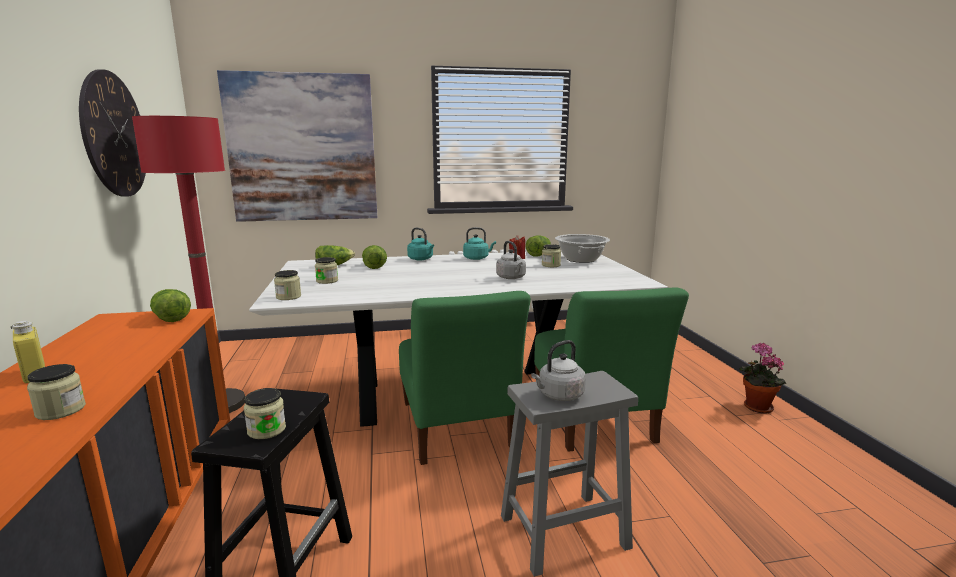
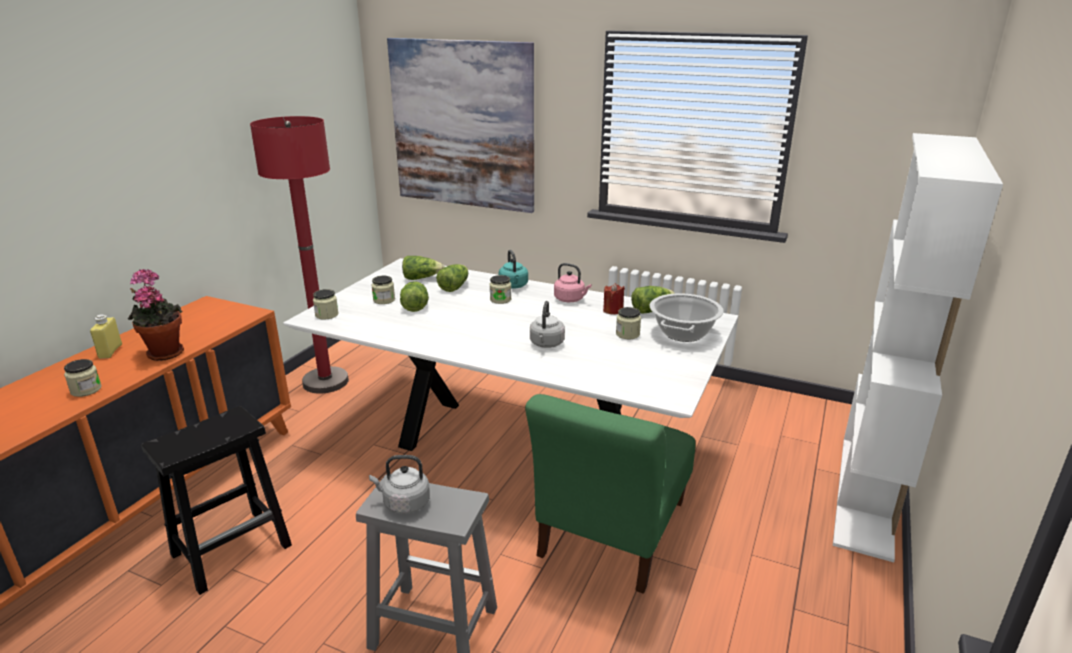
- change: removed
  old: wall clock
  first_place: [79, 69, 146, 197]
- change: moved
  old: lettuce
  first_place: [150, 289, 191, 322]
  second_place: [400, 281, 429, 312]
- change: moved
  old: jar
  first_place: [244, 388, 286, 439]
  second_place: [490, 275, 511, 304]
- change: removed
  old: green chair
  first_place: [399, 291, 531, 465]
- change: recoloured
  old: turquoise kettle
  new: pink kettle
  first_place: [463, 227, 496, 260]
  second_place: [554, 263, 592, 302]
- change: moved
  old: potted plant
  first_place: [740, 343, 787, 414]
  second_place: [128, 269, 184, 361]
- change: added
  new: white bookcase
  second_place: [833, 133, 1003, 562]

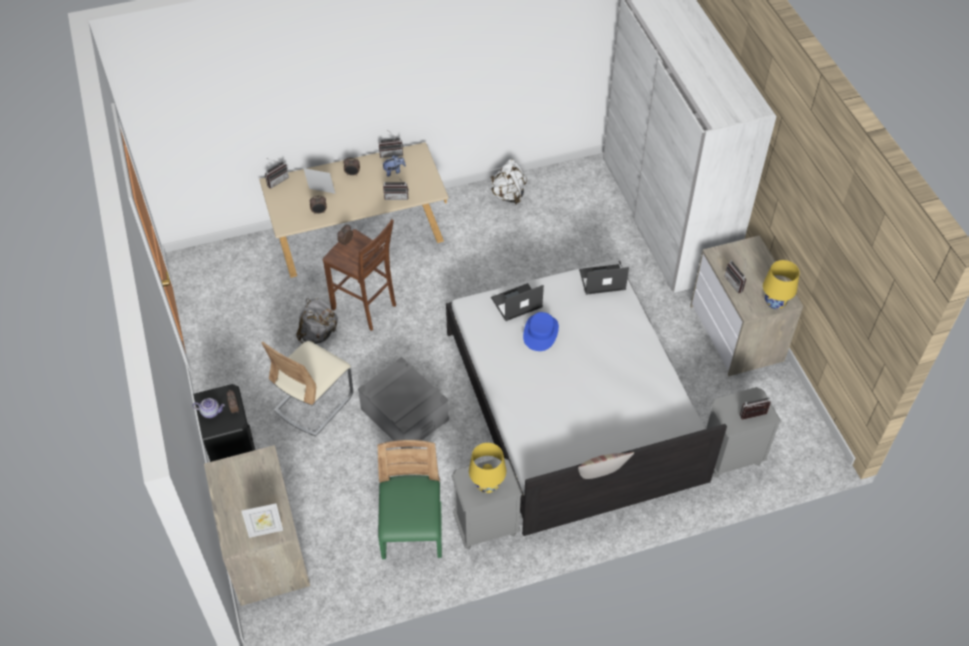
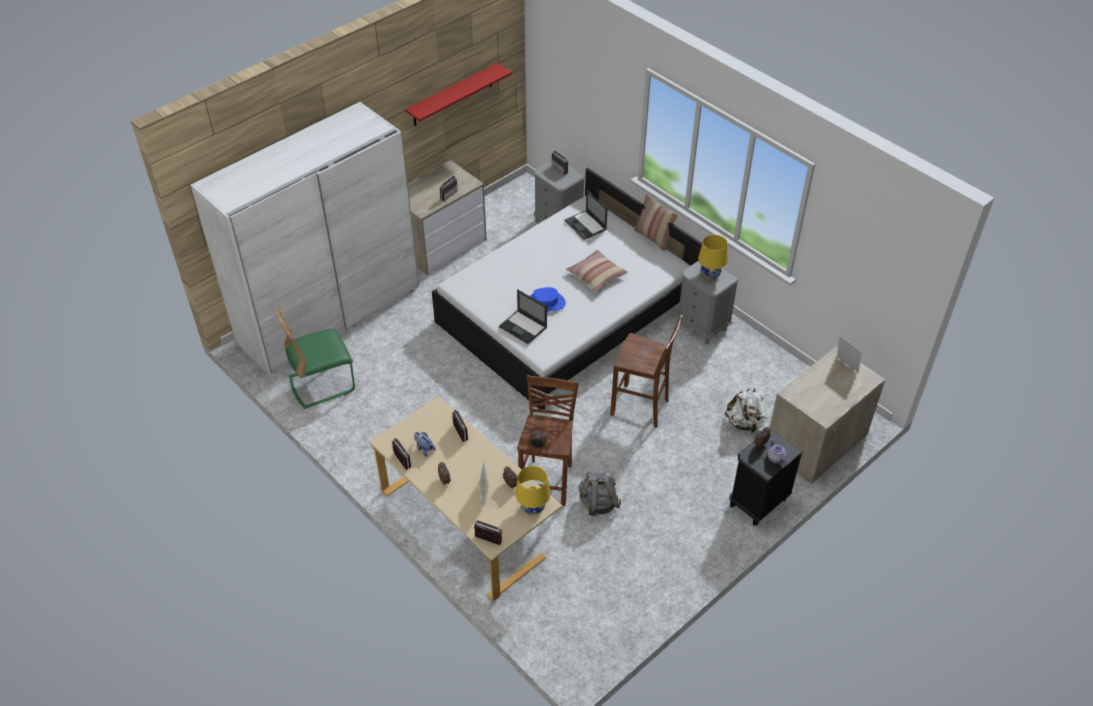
- change: removed
  old: beige chair
  first_place: [261, 341, 353, 436]
- change: replaced
  old: grey storage box
  new: brown stool
  first_place: [358, 357, 449, 449]
  second_place: [610, 315, 683, 428]
- change: moved
  old: green chair
  first_place: [378, 440, 442, 559]
  second_place: [276, 307, 355, 409]
- change: moved
  old: white backpack
  first_place: [489, 159, 527, 205]
  second_place: [725, 386, 767, 433]
- change: moved
  old: laptop
  first_place: [579, 264, 629, 295]
  second_place: [565, 190, 608, 240]
- change: moved
  old: yellow table lamp
  first_place: [763, 260, 800, 309]
  second_place: [515, 466, 550, 515]
- change: added
  new: red shelf
  second_place: [405, 63, 512, 126]
- change: added
  new: pillow
  second_place: [566, 250, 627, 293]

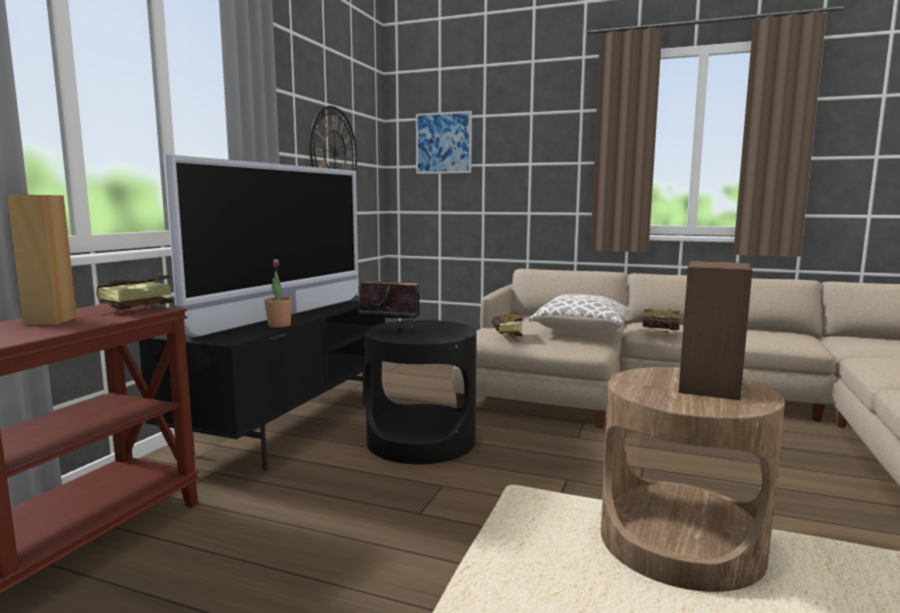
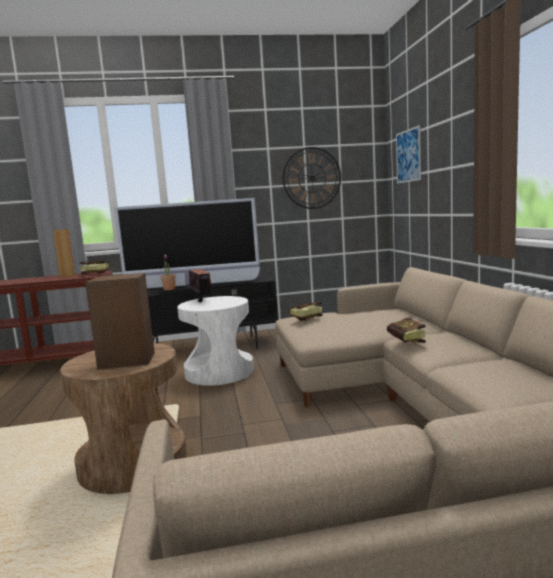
- change: recoloured
  old: black side table
  new: white side table
  first_place: [364, 320, 477, 464]
  second_place: [177, 296, 254, 386]
- change: removed
  old: pillow
  first_place: [529, 294, 630, 335]

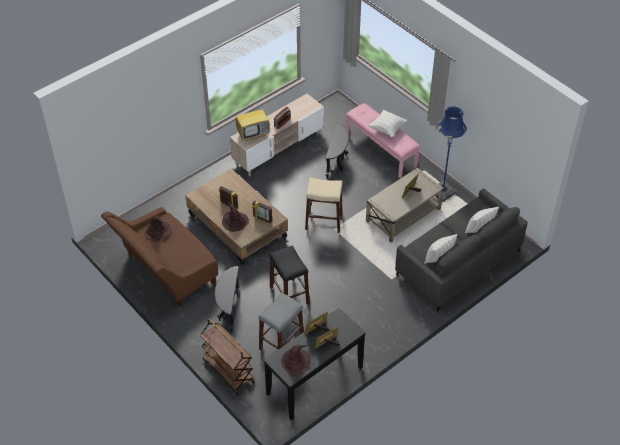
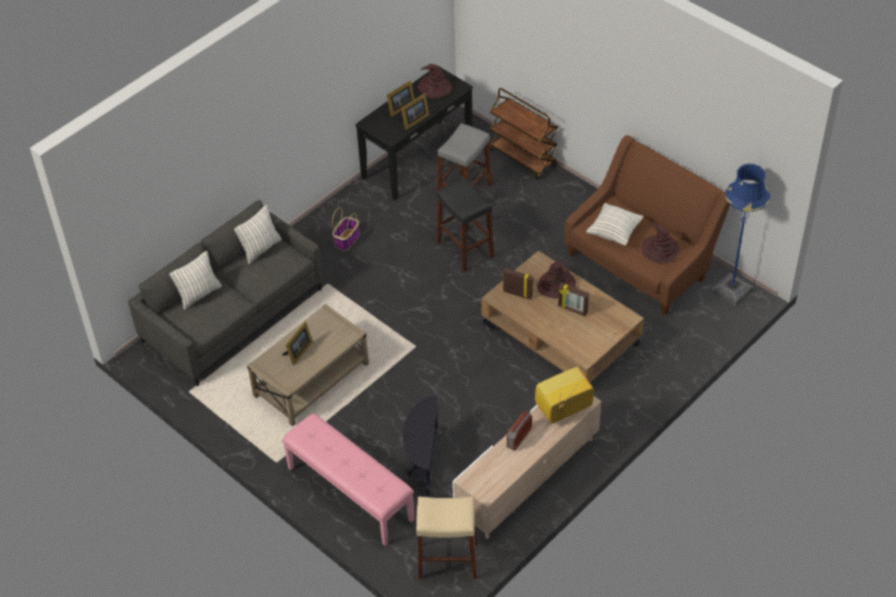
- change: removed
  old: black side table
  first_place: [215, 266, 240, 332]
- change: moved
  old: beige stool
  first_place: [305, 178, 343, 233]
  second_place: [416, 496, 477, 579]
- change: moved
  old: pillow
  first_place: [369, 110, 407, 137]
  second_place: [586, 203, 644, 246]
- change: moved
  old: blue floor lamp
  first_place: [436, 106, 467, 202]
  second_place: [711, 164, 770, 306]
- change: added
  new: basket
  second_place: [332, 207, 360, 251]

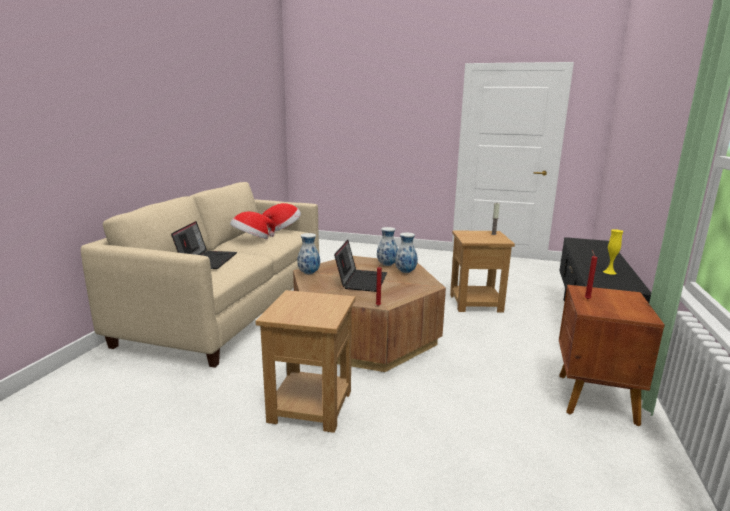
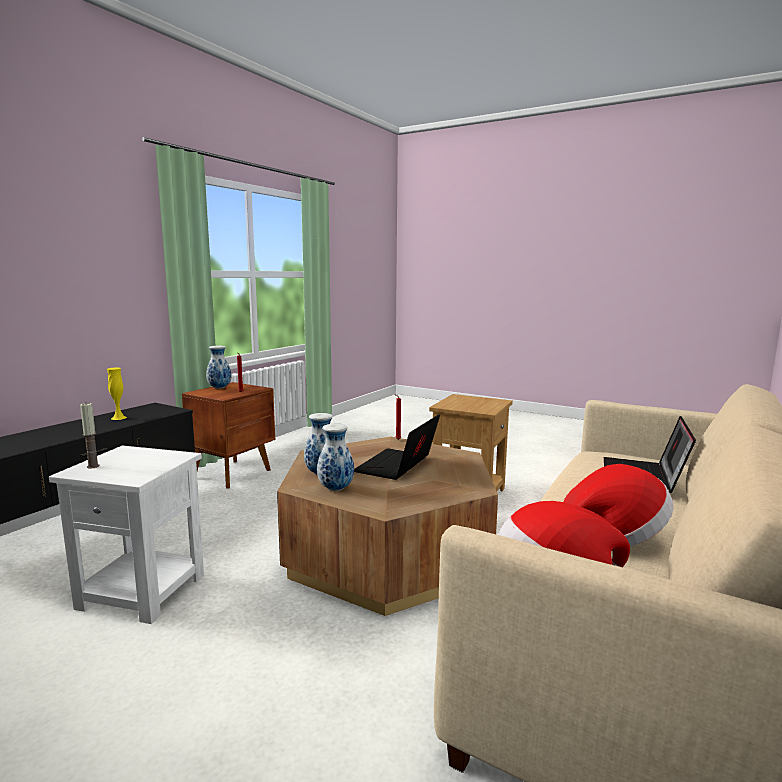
- change: moved
  old: vase
  first_place: [297, 233, 320, 274]
  second_place: [206, 346, 231, 389]
- change: recoloured
  old: brown side table
  new: white side table
  first_place: [450, 230, 515, 312]
  second_place: [49, 446, 204, 624]

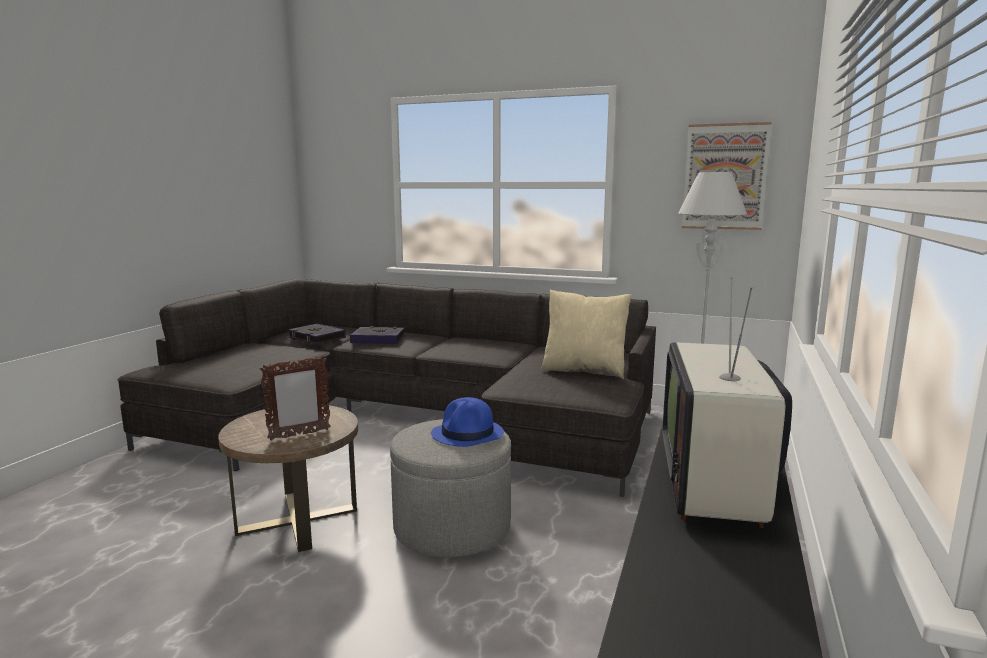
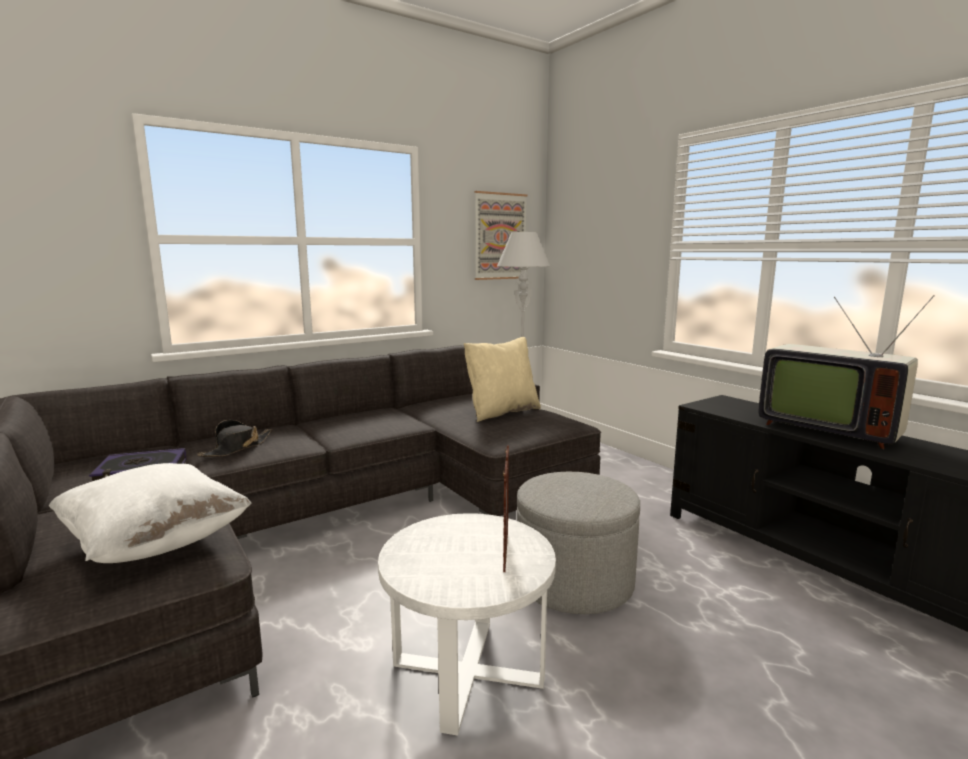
- change: recoloured
  old: brown side table
  new: white side table
  first_place: [219, 405, 358, 552]
  second_place: [378, 513, 556, 736]
- change: replaced
  old: book
  new: black hat
  first_place: [350, 326, 405, 344]
  second_place: [197, 420, 272, 457]
- change: removed
  old: blue hat
  first_place: [431, 397, 504, 447]
- change: added
  new: white pillow
  second_place: [49, 463, 252, 563]

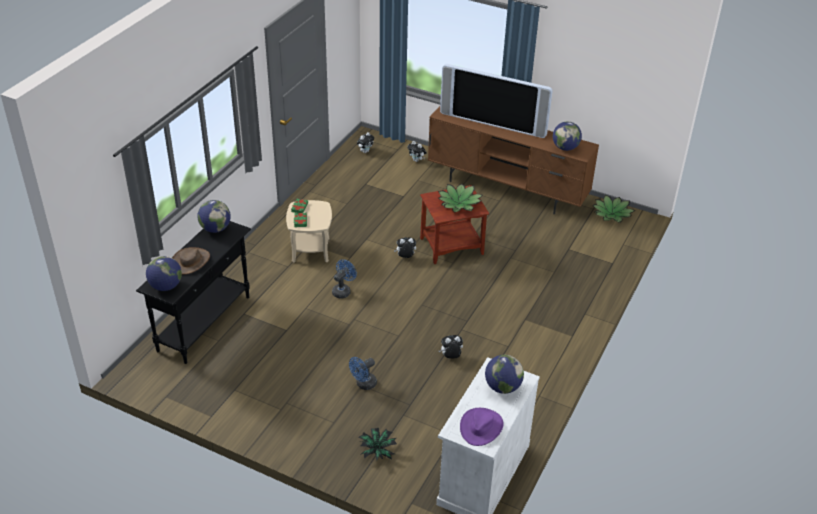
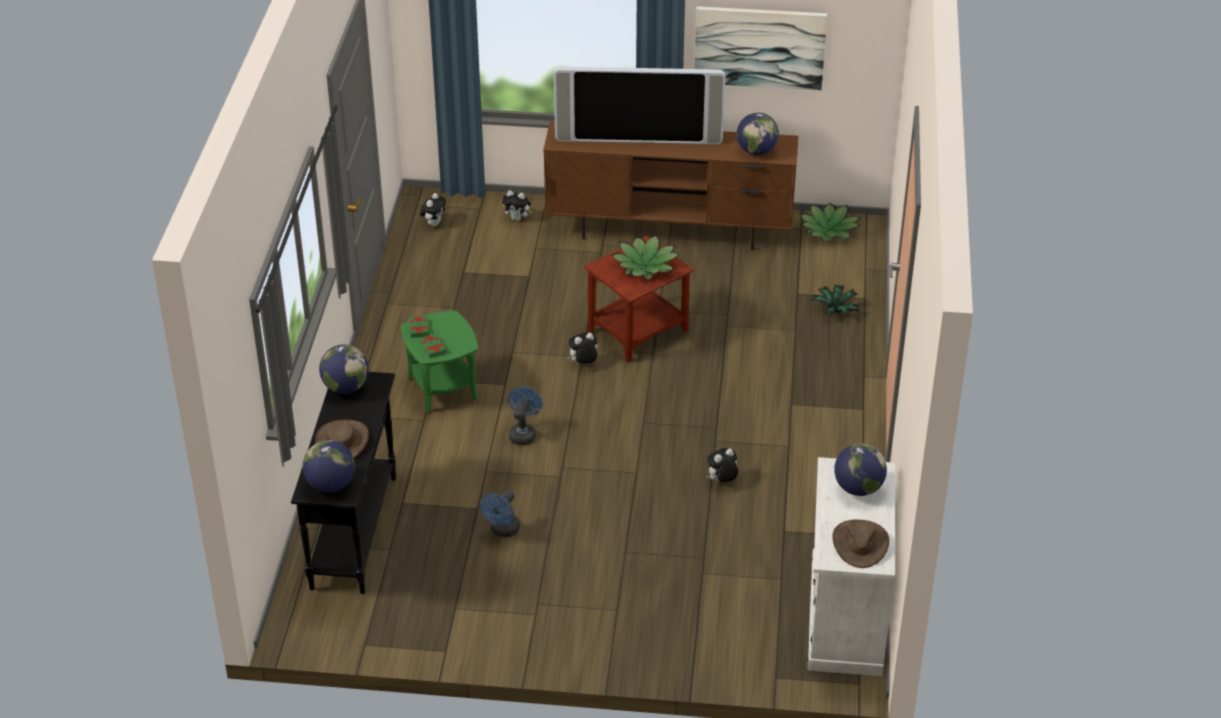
- change: recoloured
  old: beige side table
  new: green side table
  first_place: [286, 200, 332, 263]
  second_place: [401, 311, 478, 413]
- change: moved
  old: blue fan
  first_place: [349, 357, 377, 390]
  second_place: [480, 490, 520, 537]
- change: moved
  old: potted plant
  first_place: [359, 428, 397, 460]
  second_place: [811, 285, 860, 317]
- change: recoloured
  old: purple hat
  new: brown hat
  first_place: [460, 408, 504, 446]
  second_place: [832, 520, 889, 568]
- change: added
  new: picture
  second_place: [694, 6, 827, 90]

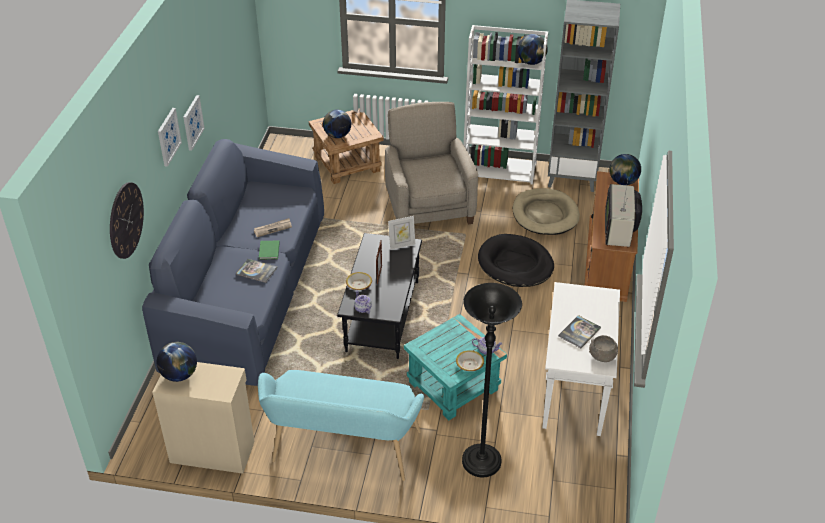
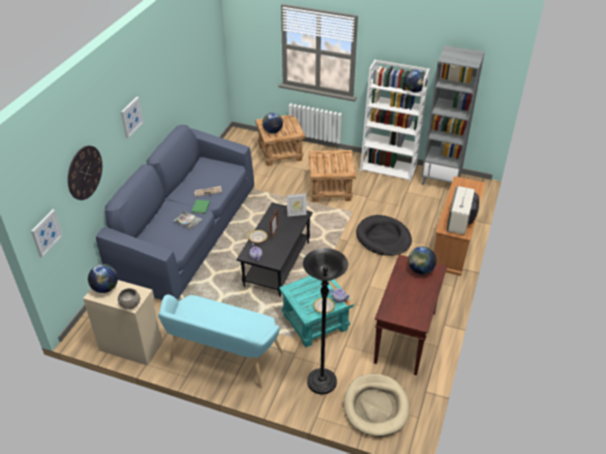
- change: moved
  old: picture
  first_place: [183, 95, 205, 151]
  second_place: [31, 209, 63, 257]
- change: replaced
  old: beige armchair
  new: brown side table
  first_place: [385, 102, 478, 224]
  second_place: [309, 150, 356, 202]
- change: moved
  old: beige dog bed
  first_place: [513, 188, 580, 235]
  second_place: [344, 374, 410, 437]
- change: recoloured
  old: white console table
  new: brown console table
  first_place: [542, 282, 620, 436]
  second_place: [374, 255, 447, 375]
- change: removed
  old: book
  first_place: [558, 315, 601, 348]
- change: moved
  old: grey bowl
  first_place: [589, 335, 618, 362]
  second_place: [118, 288, 141, 309]
- change: moved
  old: globe
  first_place: [609, 154, 641, 185]
  second_place: [408, 246, 436, 275]

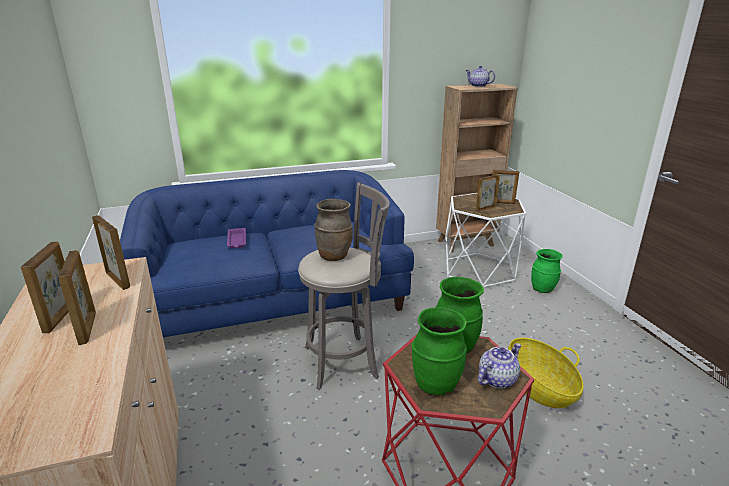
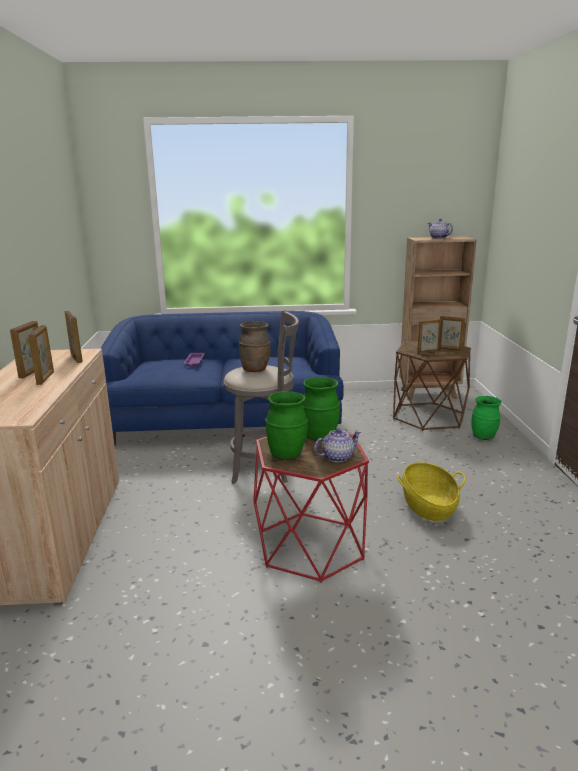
- change: recoloured
  old: white side table
  new: brown side table
  first_place: [445, 193, 526, 288]
  second_place: [393, 341, 471, 431]

